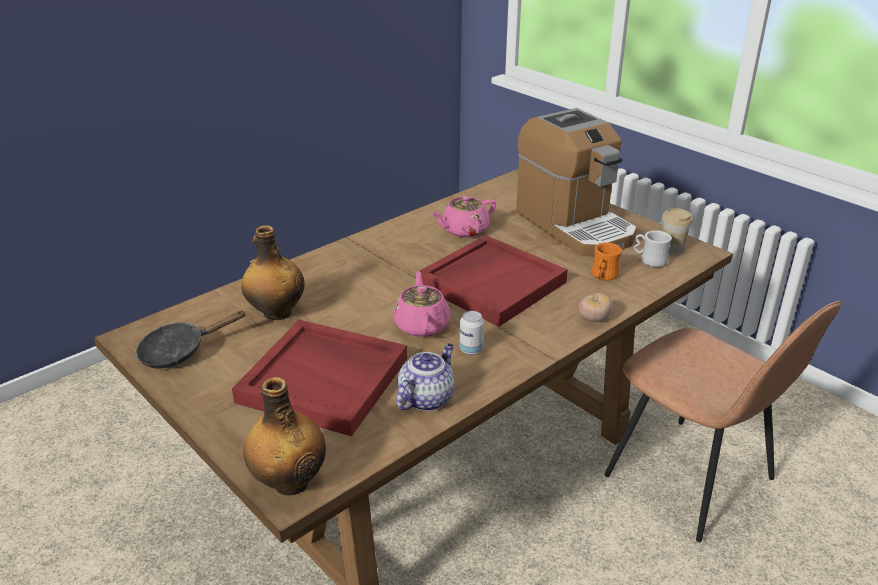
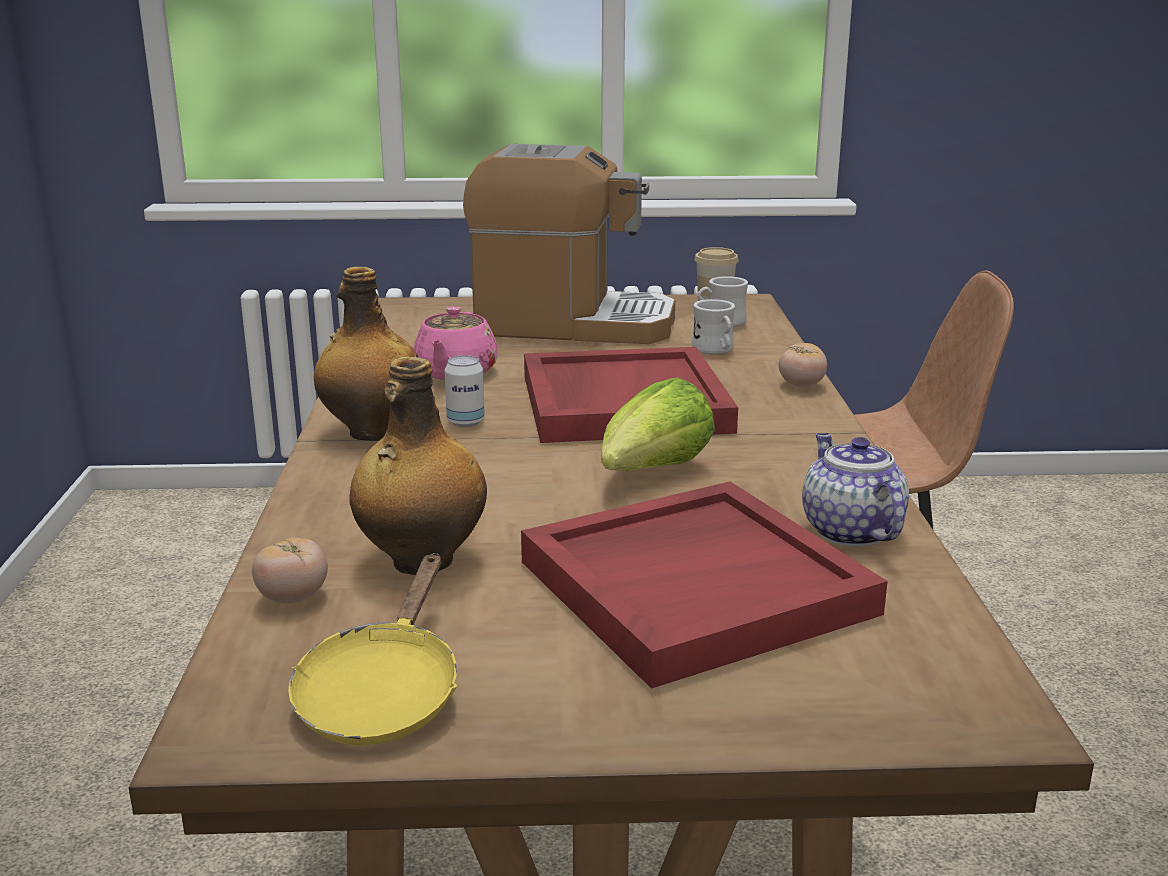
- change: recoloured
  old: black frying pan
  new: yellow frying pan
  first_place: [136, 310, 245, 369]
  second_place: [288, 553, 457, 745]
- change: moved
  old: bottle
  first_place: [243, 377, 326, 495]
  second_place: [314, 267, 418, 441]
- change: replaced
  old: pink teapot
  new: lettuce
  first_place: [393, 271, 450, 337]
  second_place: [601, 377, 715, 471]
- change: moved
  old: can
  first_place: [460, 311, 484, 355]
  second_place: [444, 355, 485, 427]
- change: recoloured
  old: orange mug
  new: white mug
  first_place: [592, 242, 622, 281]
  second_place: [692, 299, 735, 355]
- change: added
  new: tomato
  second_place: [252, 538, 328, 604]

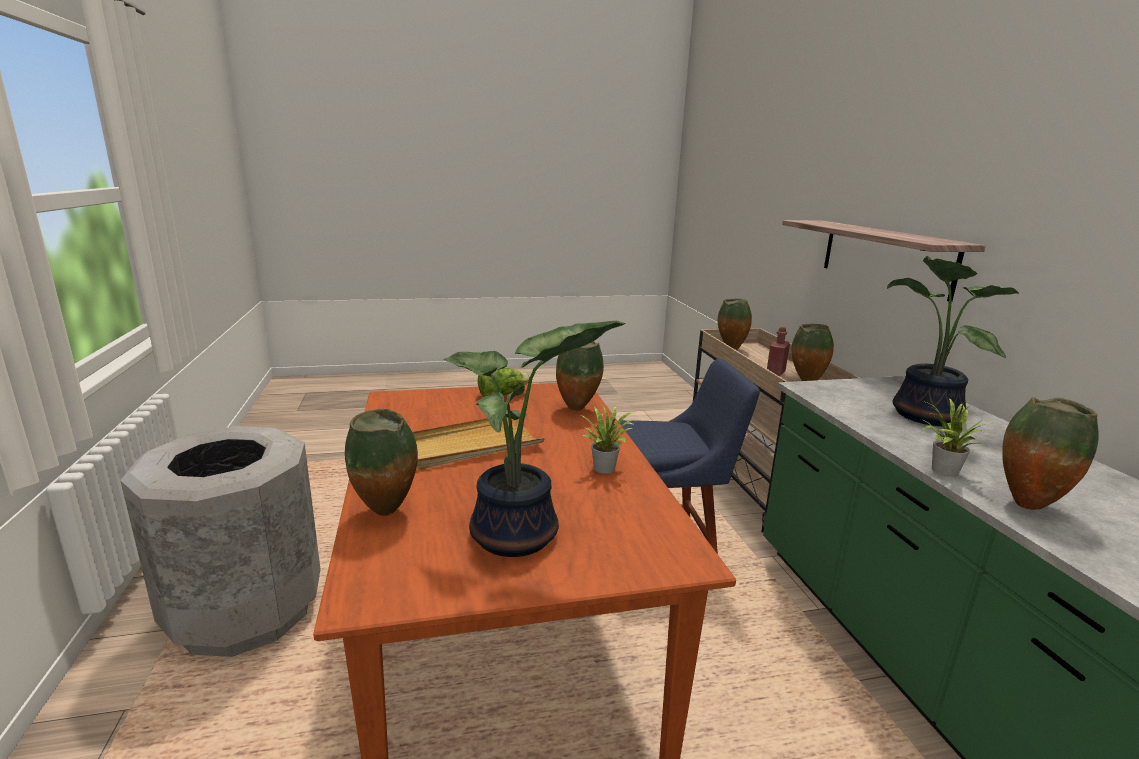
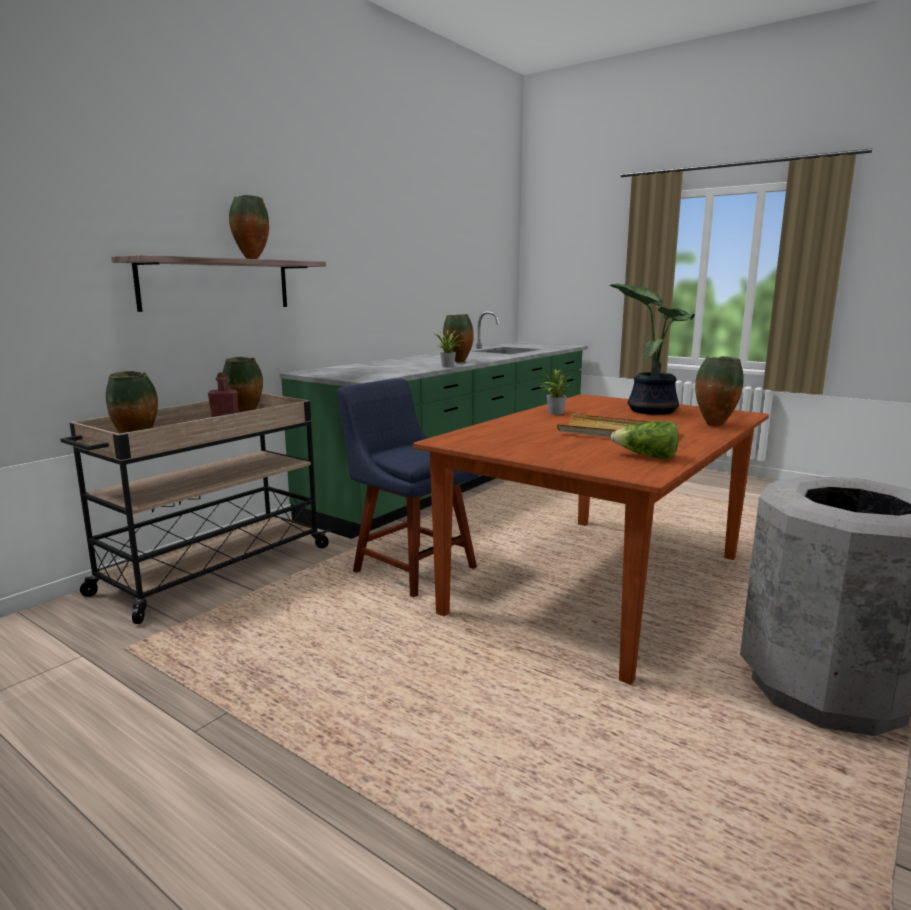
- change: moved
  old: lettuce
  first_place: [478, 368, 530, 397]
  second_place: [611, 421, 679, 459]
- change: moved
  old: vase
  first_place: [556, 341, 604, 411]
  second_place: [229, 195, 269, 259]
- change: removed
  old: potted plant
  first_place: [887, 256, 1019, 426]

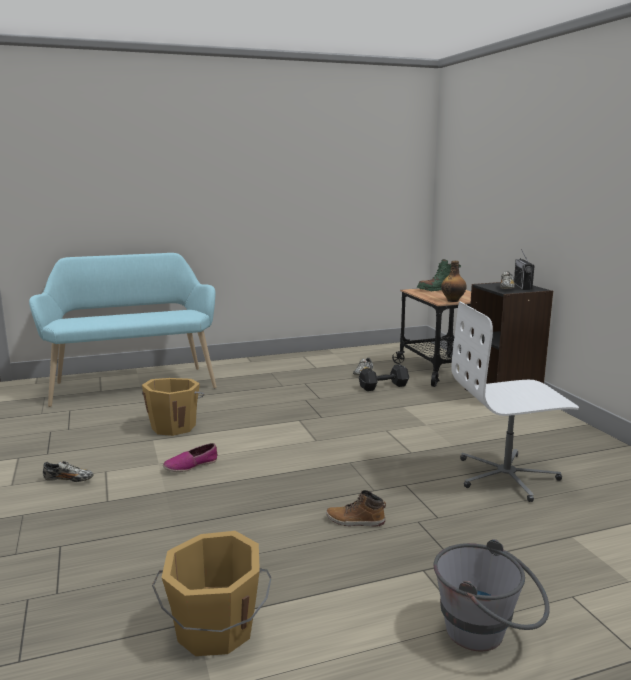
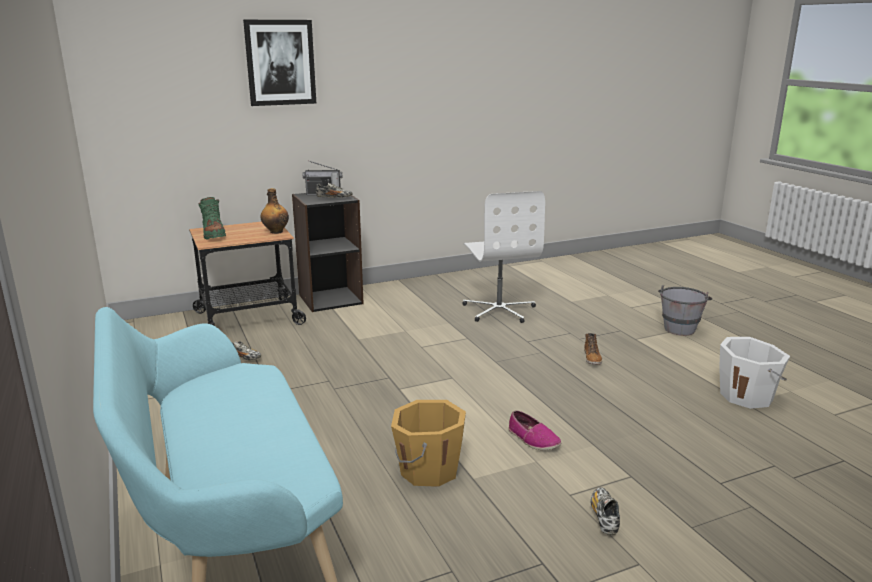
- change: recoloured
  old: orange bucket
  new: white bucket
  first_place: [152, 531, 272, 656]
  second_place: [719, 337, 790, 409]
- change: removed
  old: black dumbbell
  first_place: [359, 364, 409, 391]
- change: added
  new: picture
  second_place: [243, 20, 316, 106]

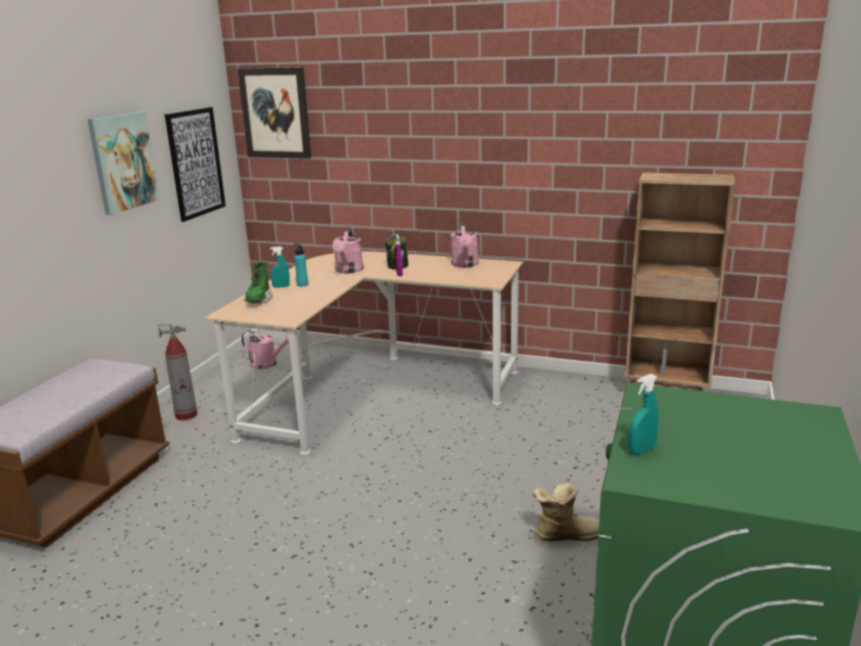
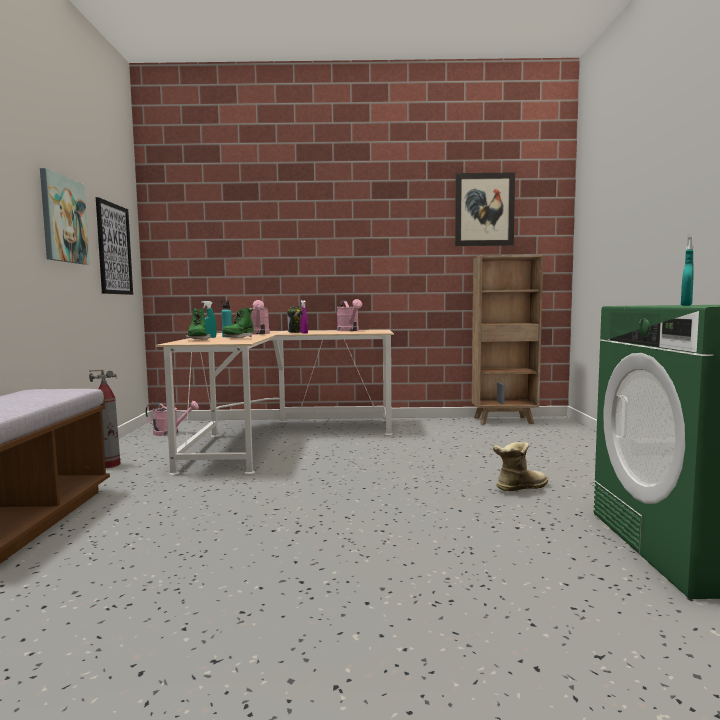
- change: moved
  old: picture
  first_place: [238, 67, 311, 159]
  second_place: [455, 172, 515, 246]
- change: added
  new: green boot
  second_place: [222, 307, 254, 338]

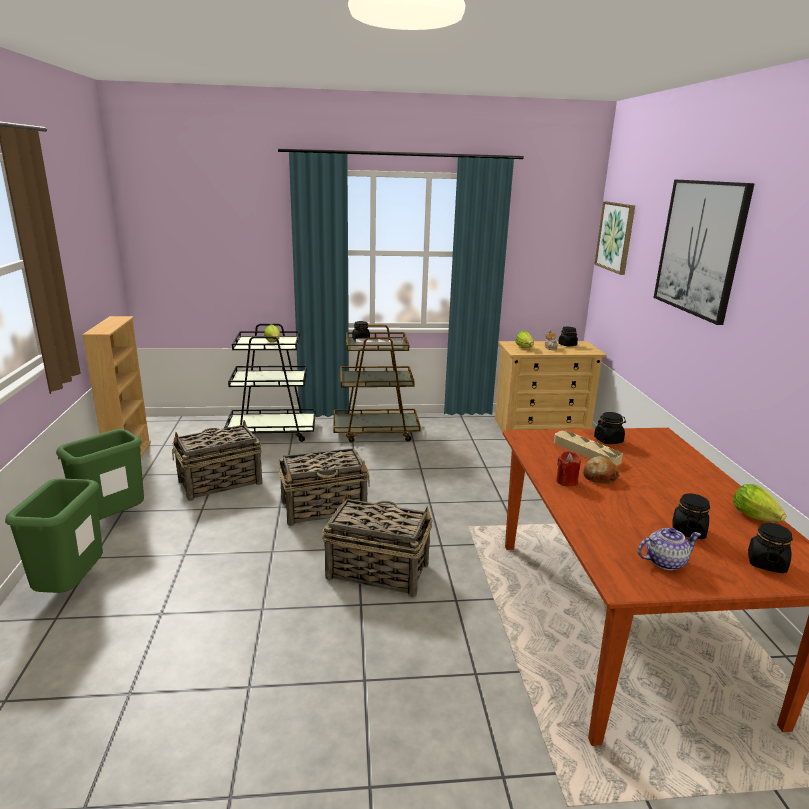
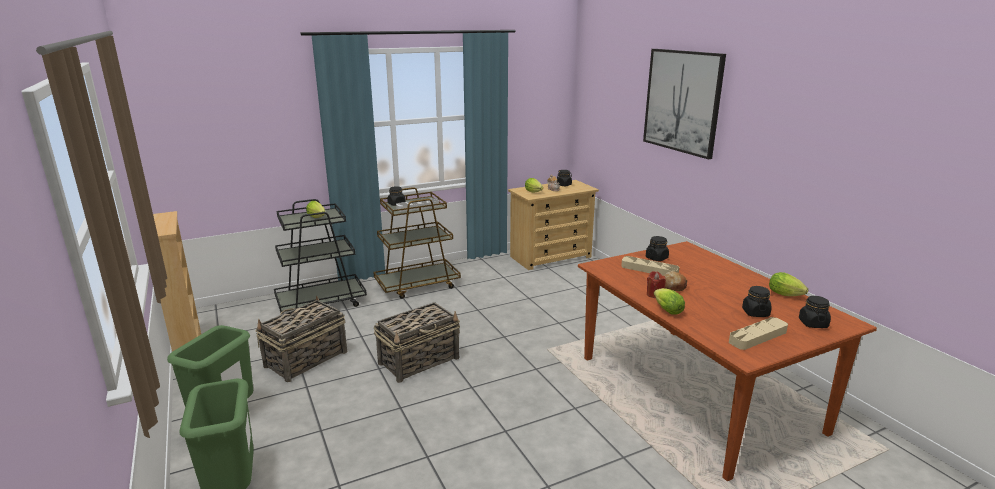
- change: removed
  old: basket
  first_place: [322, 493, 433, 597]
- change: removed
  old: picture
  first_place: [594, 201, 635, 275]
- change: replaced
  old: teapot
  new: beige tray
  first_place: [638, 528, 701, 570]
  second_place: [729, 317, 788, 350]
- change: added
  new: lettuce
  second_place: [654, 288, 685, 315]

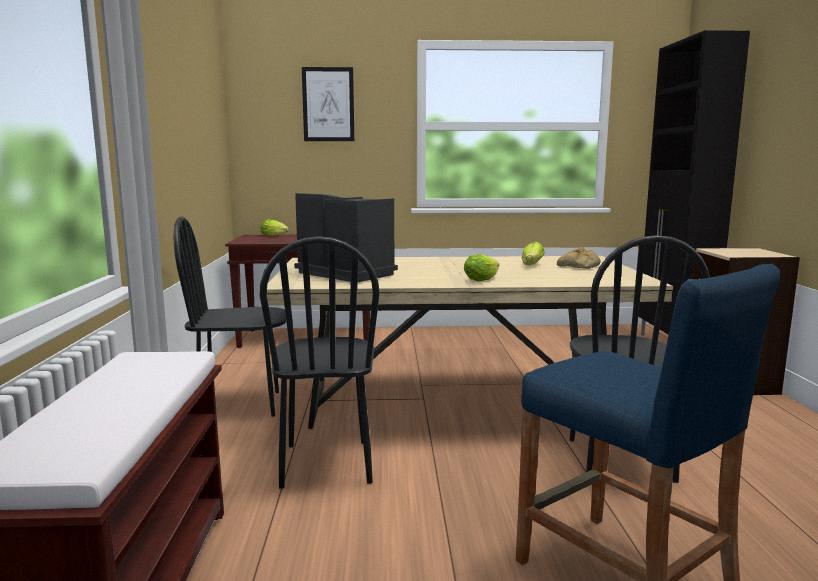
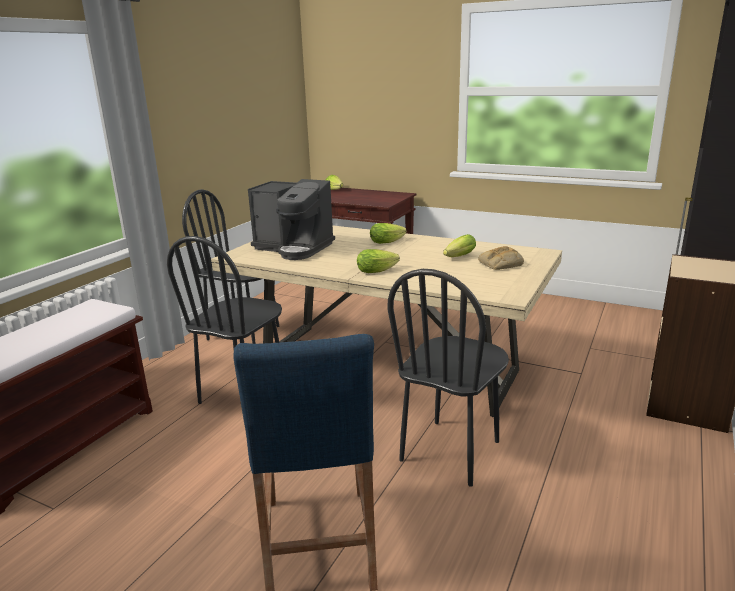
- change: turned
  old: coffee machine
  first_place: [294, 193, 398, 283]
  second_place: [248, 179, 335, 260]
  degrees: 135
- change: removed
  old: picture
  first_place: [302, 67, 354, 141]
- change: added
  new: lettuce
  second_place: [370, 223, 407, 244]

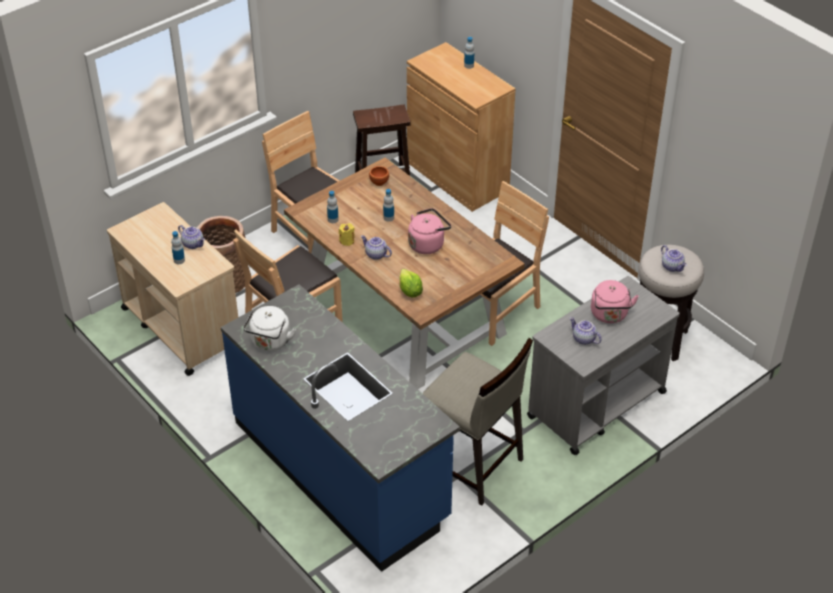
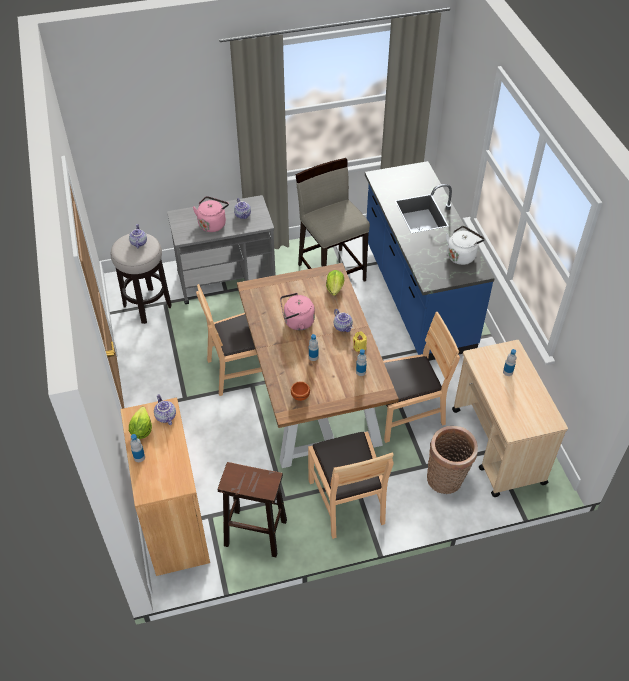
- change: moved
  old: teapot
  first_place: [178, 225, 205, 249]
  second_place: [154, 394, 176, 425]
- change: added
  new: lettuce
  second_place: [129, 407, 152, 439]

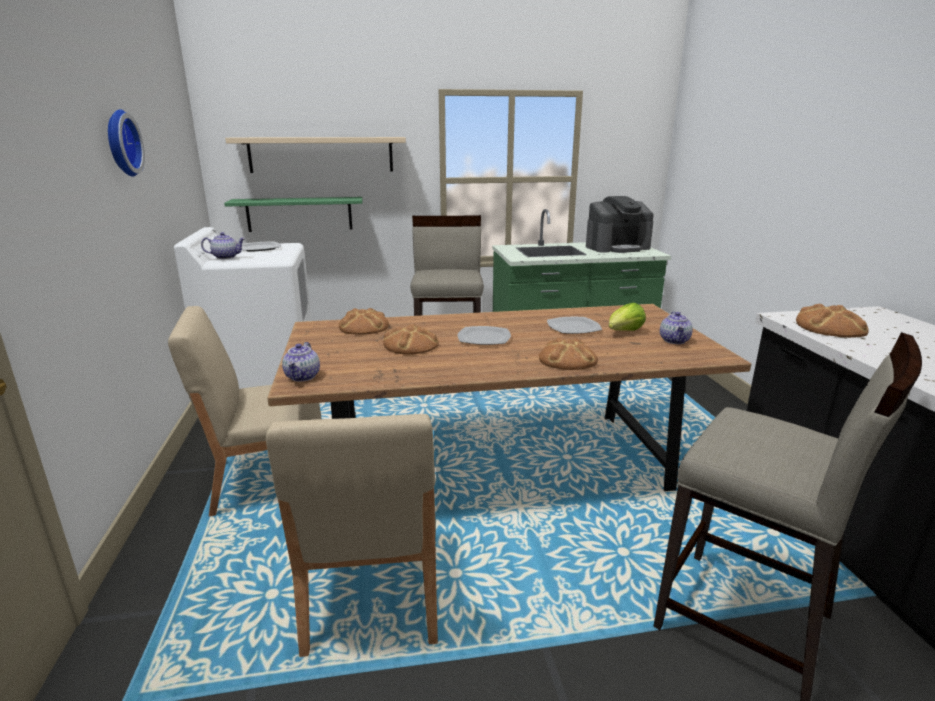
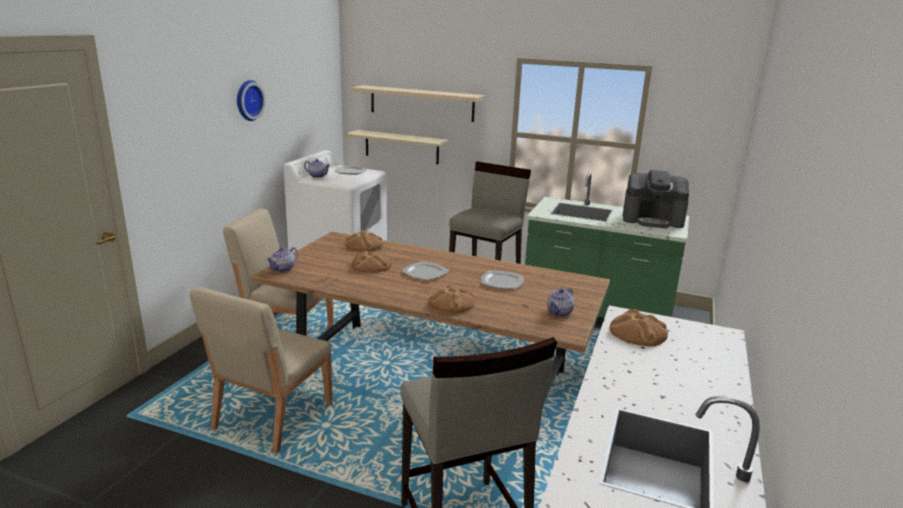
- change: recoloured
  old: green shelf
  new: beige shelf
  first_place: [224, 197, 362, 232]
  second_place: [345, 130, 448, 164]
- change: removed
  old: lettuce
  first_place: [609, 303, 646, 331]

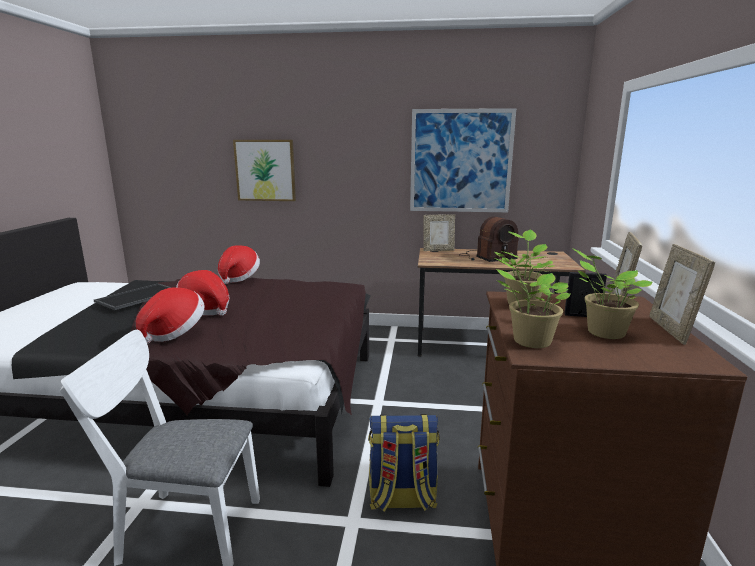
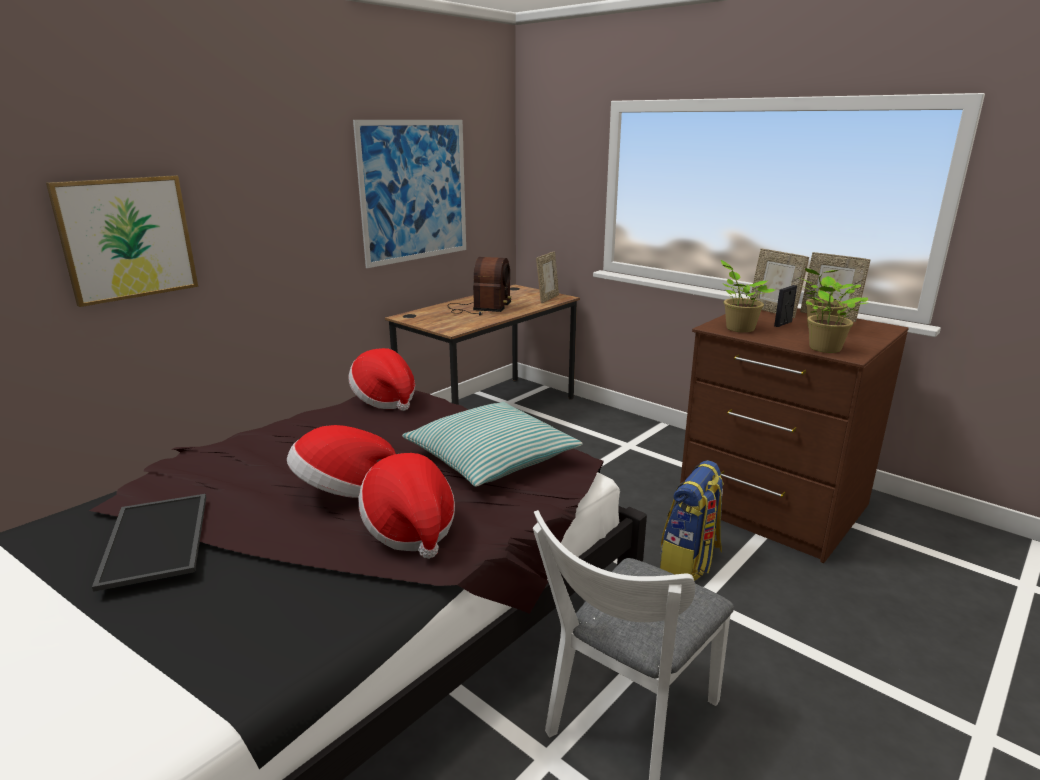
- change: moved
  old: hat
  first_place: [218, 245, 260, 284]
  second_place: [349, 348, 415, 411]
- change: moved
  old: picture frame
  first_place: [423, 214, 455, 251]
  second_place: [536, 251, 559, 303]
- change: added
  new: pillow
  second_place: [402, 402, 583, 487]

